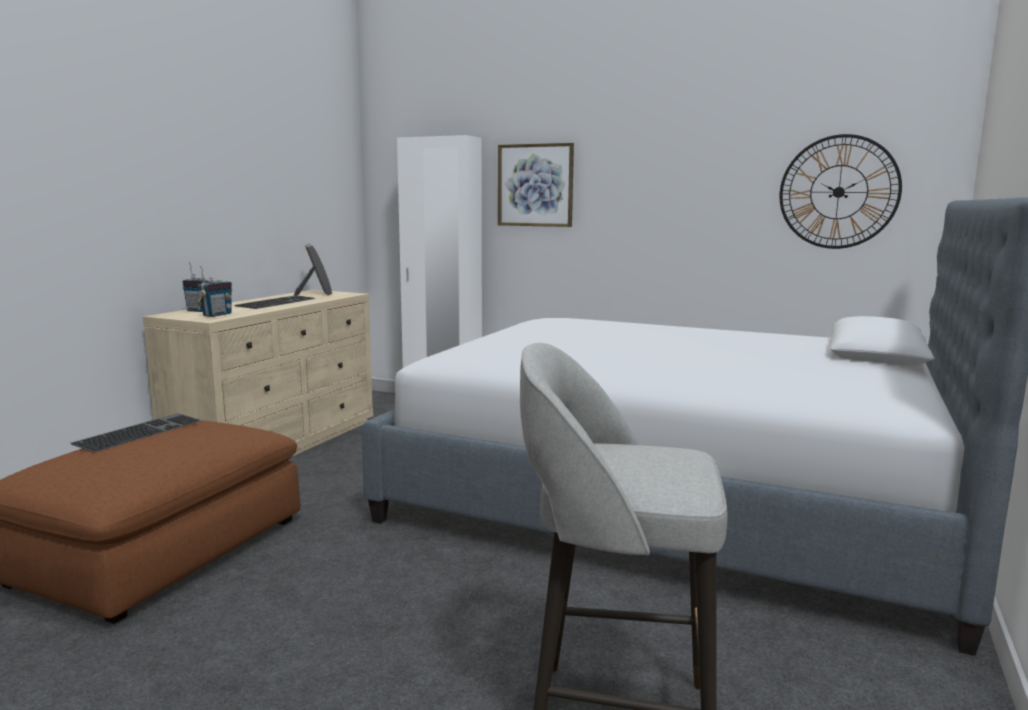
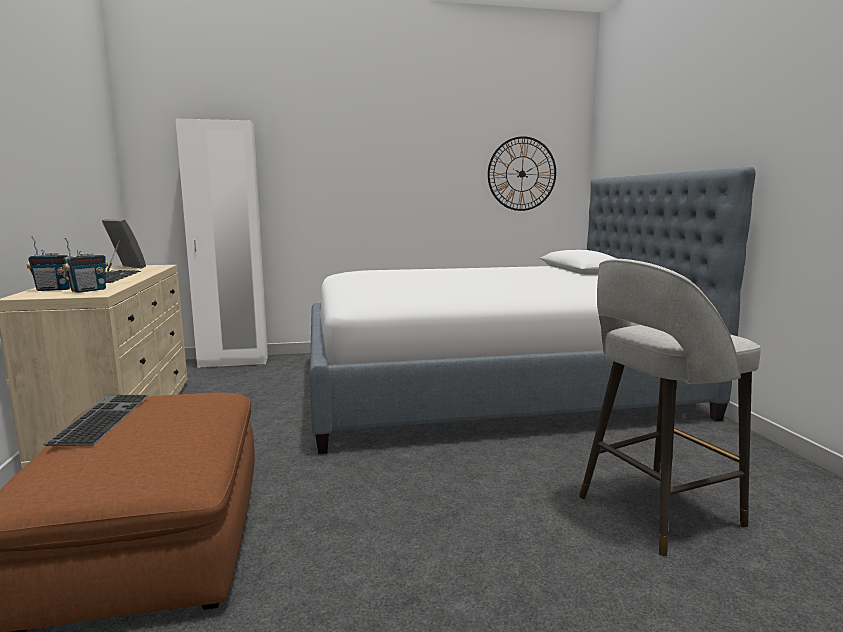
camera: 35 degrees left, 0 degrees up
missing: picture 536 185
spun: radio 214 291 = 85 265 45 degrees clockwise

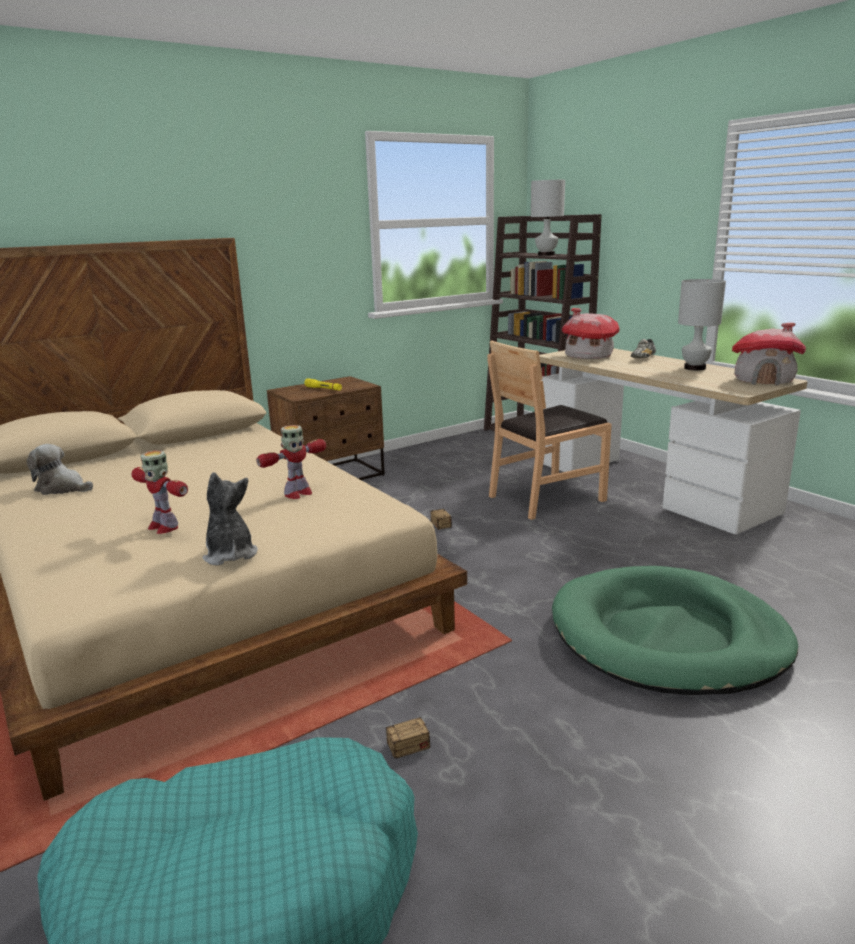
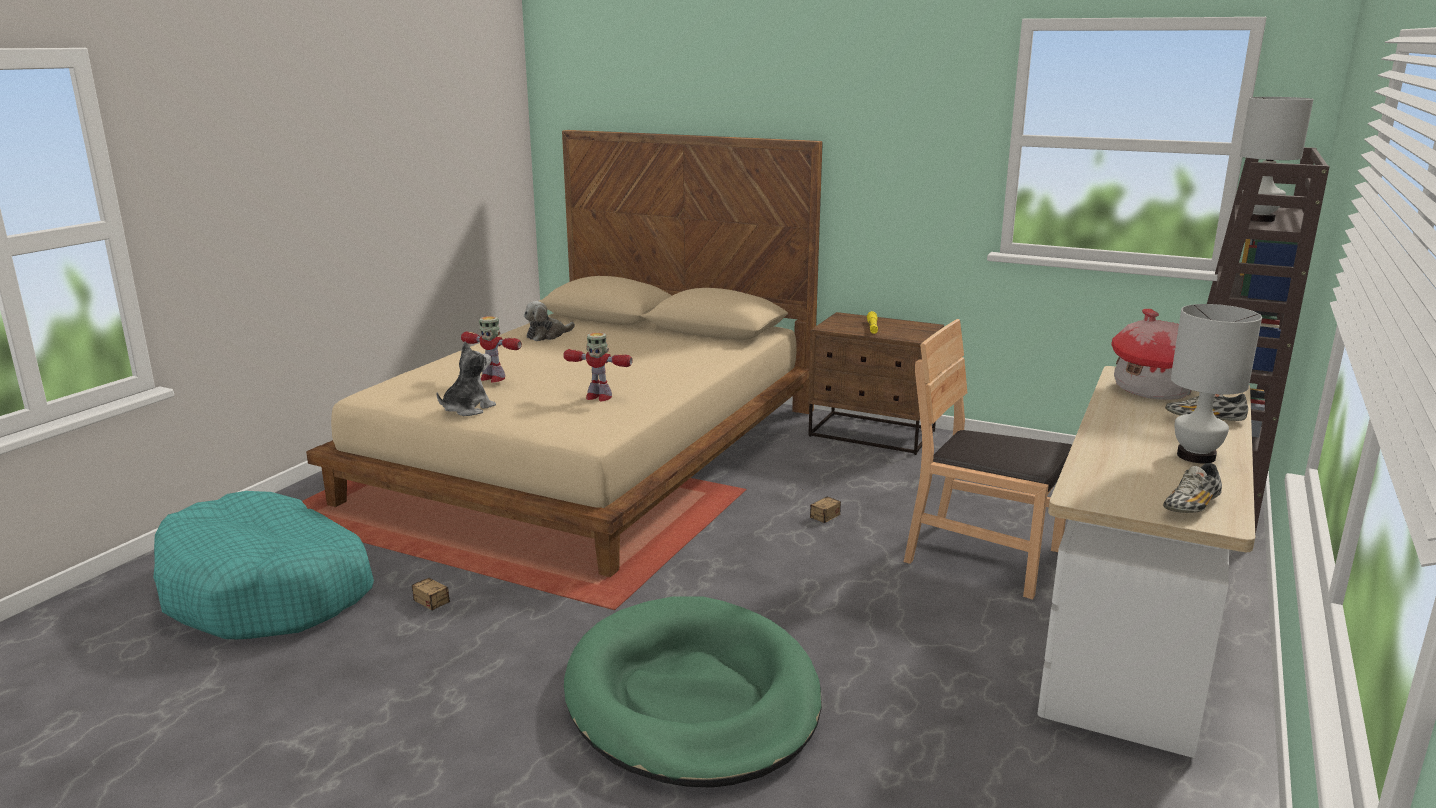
camera: 60 degrees right, 0 degrees up
exchanged: miniature house 769 354 to shoe 1192 488
spun: toy robot 159 492 = 491 349 75 degrees counterclockwise; soft toy 60 469 = 549 321 120 degrees counterclockwise

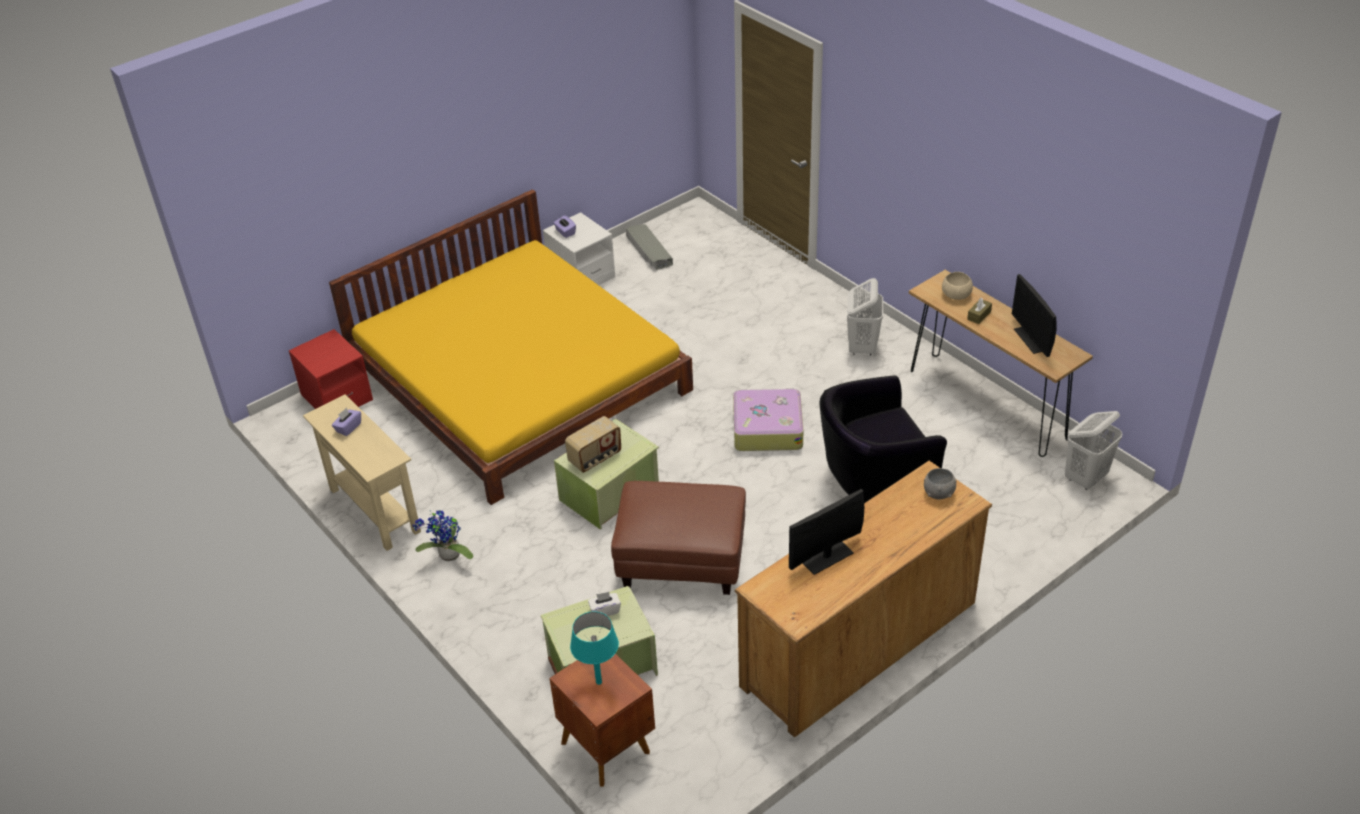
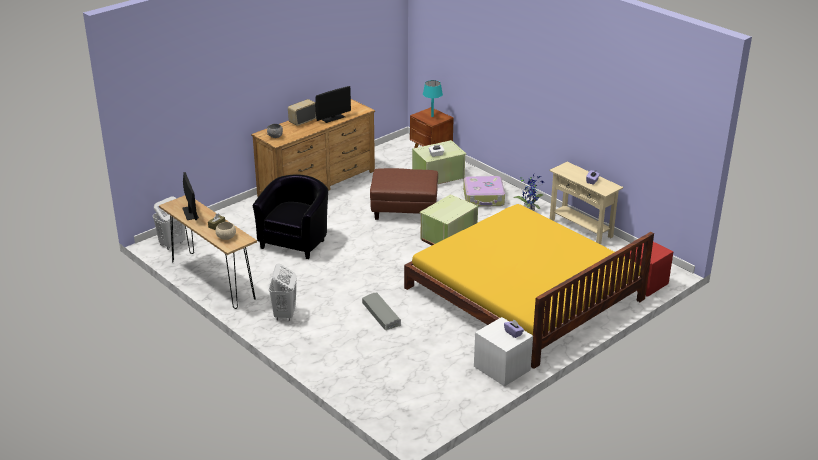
camera: 175 degrees right, 10 degrees down
relocated: radio 593 444 to 302 112; gray storage box 649 247 to 381 311; travel case 768 419 to 484 191
spun: blackish lounge chair 883 439 = 290 216 45 degrees counterclockwise

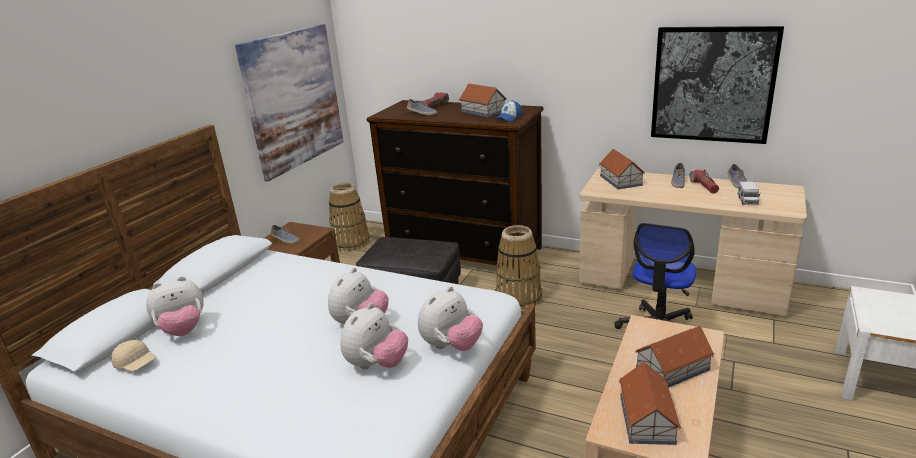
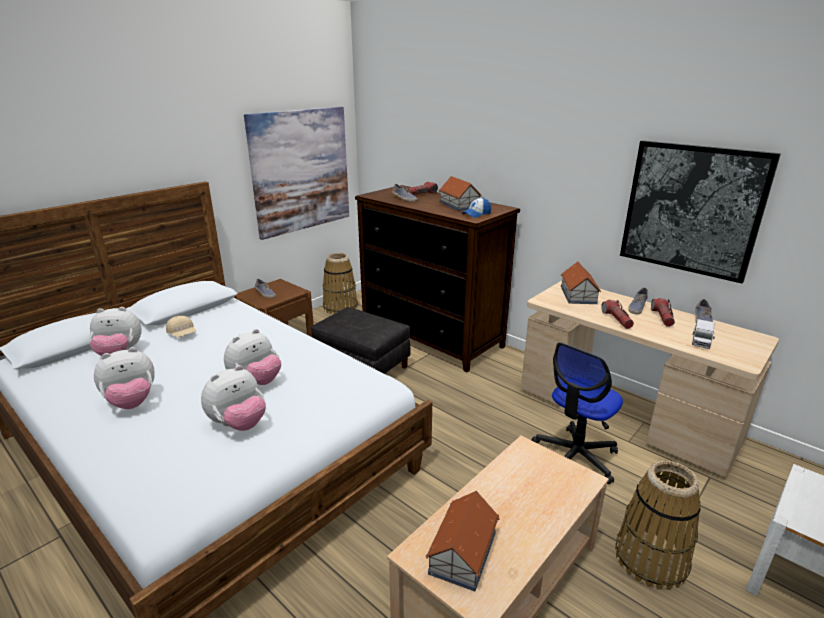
camera: 15 degrees right, 0 degrees up
missing: miniature house 675 357
appeared: torch 617 314
relocated: soft toy 450 318 to 124 378; beige-coloured cap 133 355 to 181 326; storage basket 518 267 to 658 525

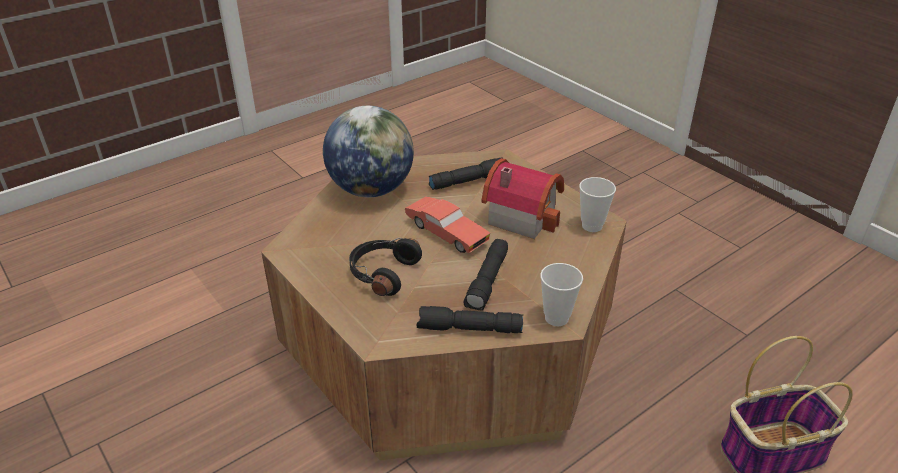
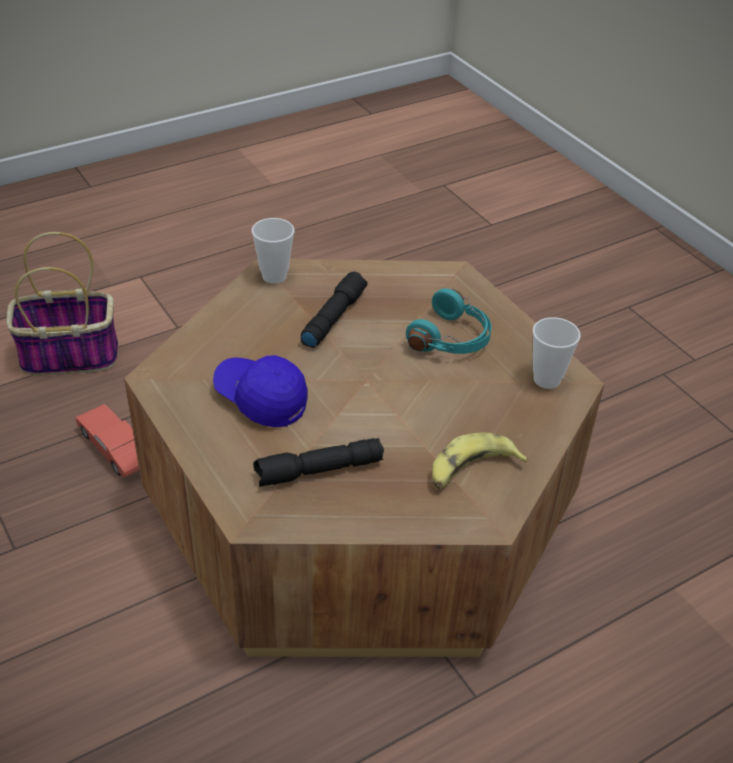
camera: 175 degrees left, 5 degrees up
missing: blackish torch 470 319
relocated: reddish miniature car 447 224 to 107 440; cup 597 204 to 557 353
exchanged: miniature house 522 198 to bluish cap 260 391; desk globe 368 152 to whole banana 480 460
colour: blackish headphones 385 267 to turquoise-coloured headphones 449 321

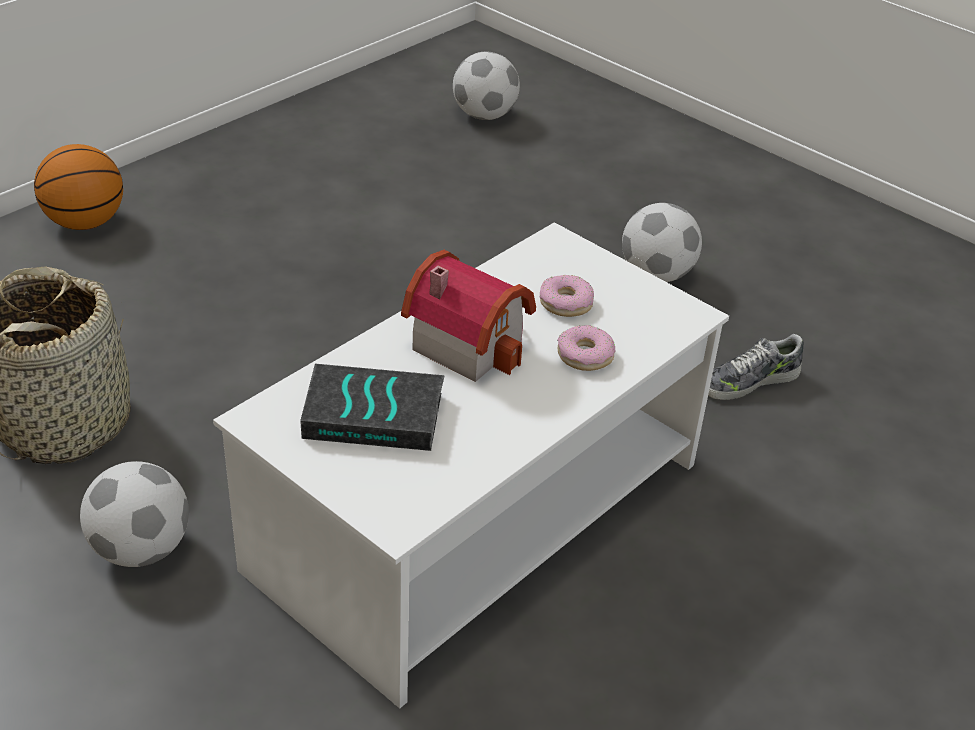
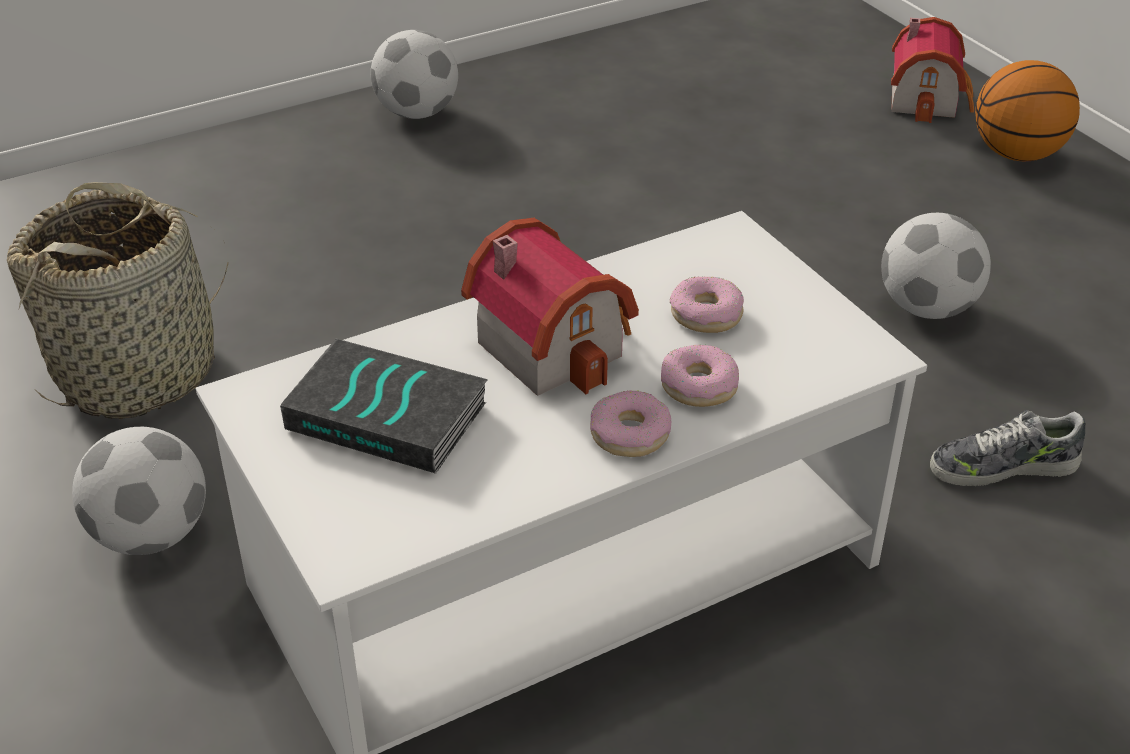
camera: 20 degrees right, 0 degrees up
appeared: donut 630 423; miniature house 932 70
relocated: ball for football 486 86 to 414 74; basketball ball 78 187 to 1027 110

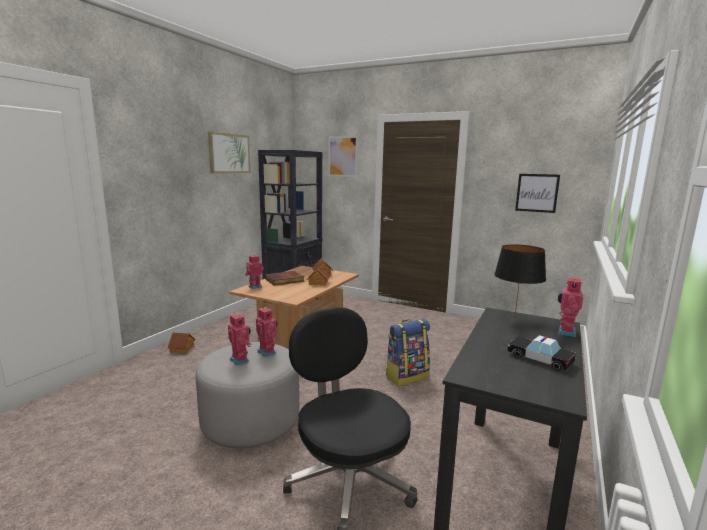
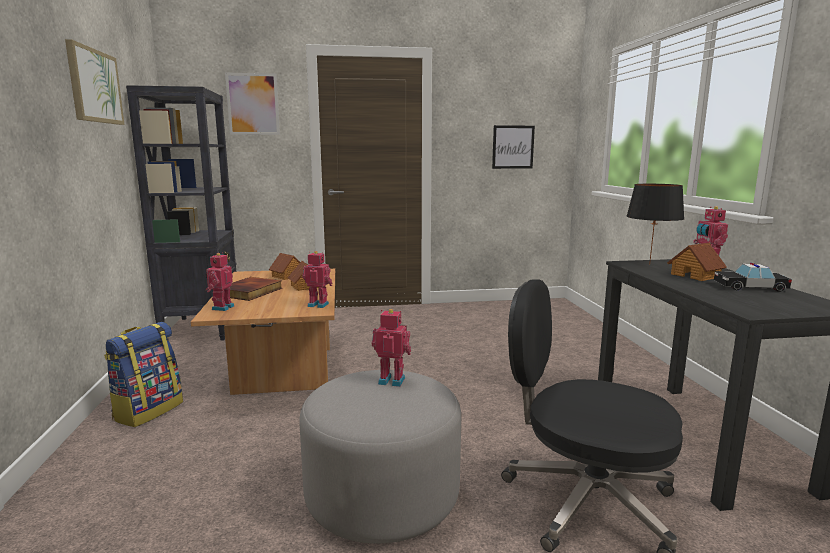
camera: 35 degrees left, 0 degrees up
relocated: backpack 408 352 to 143 374; toy robot 239 339 to 317 279; miniature house 181 343 to 697 262

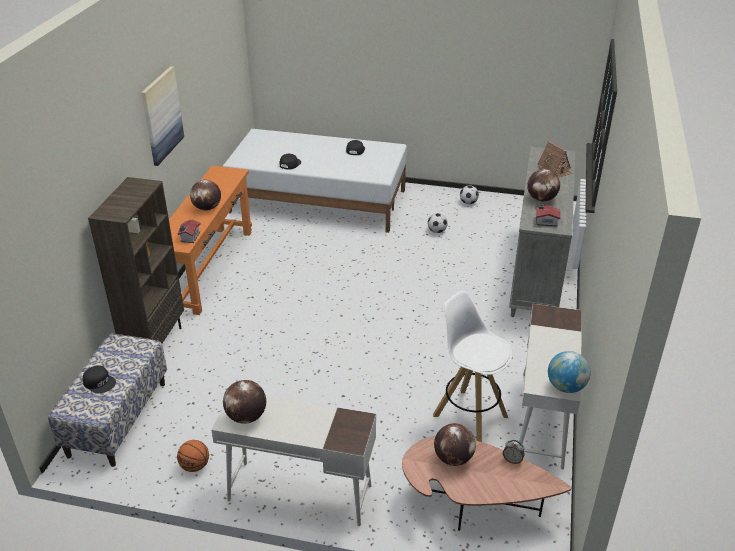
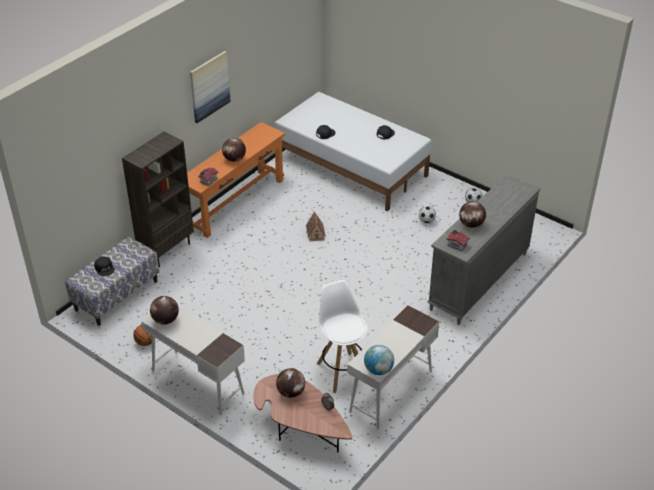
camera: 25 degrees right, 5 degrees up
relocated: miniature house 554 159 to 315 226

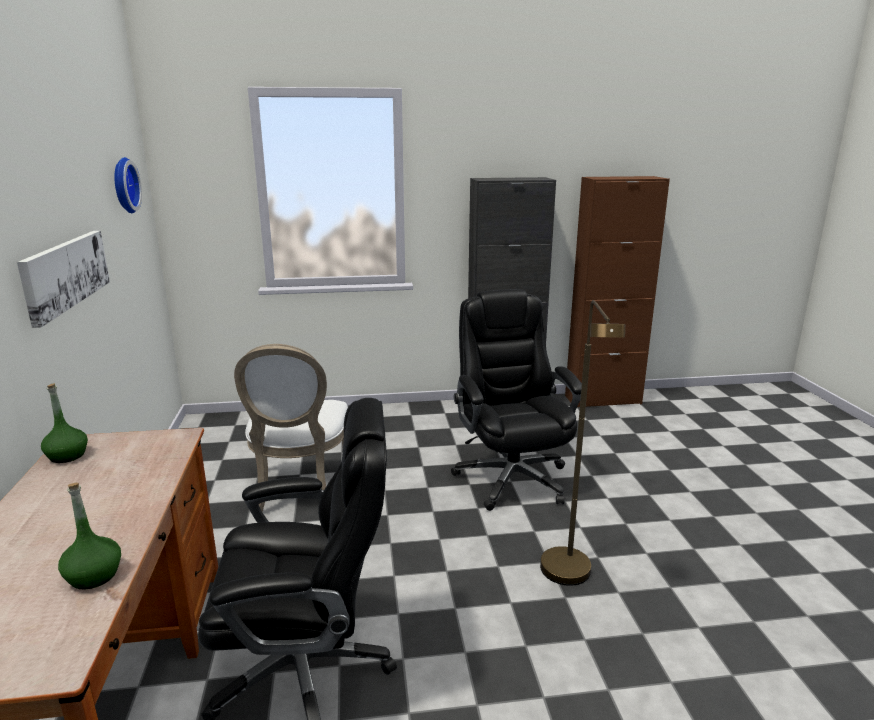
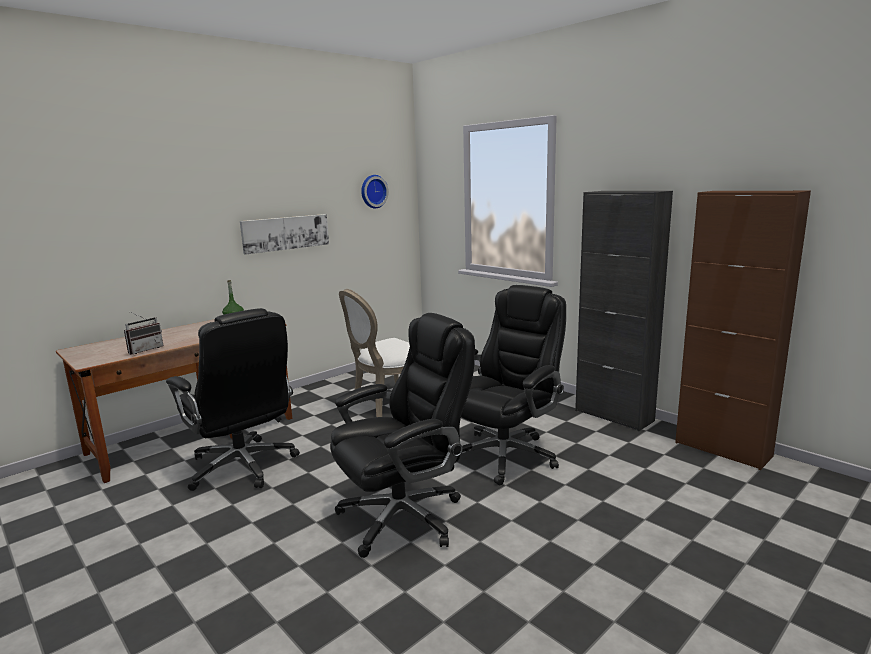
camera: 55 degrees right, 5 degrees down
exchanged: green bottle 89 536 to radio 143 333; brown-coloured standing lamp 582 443 to blackish desk chair 402 435

